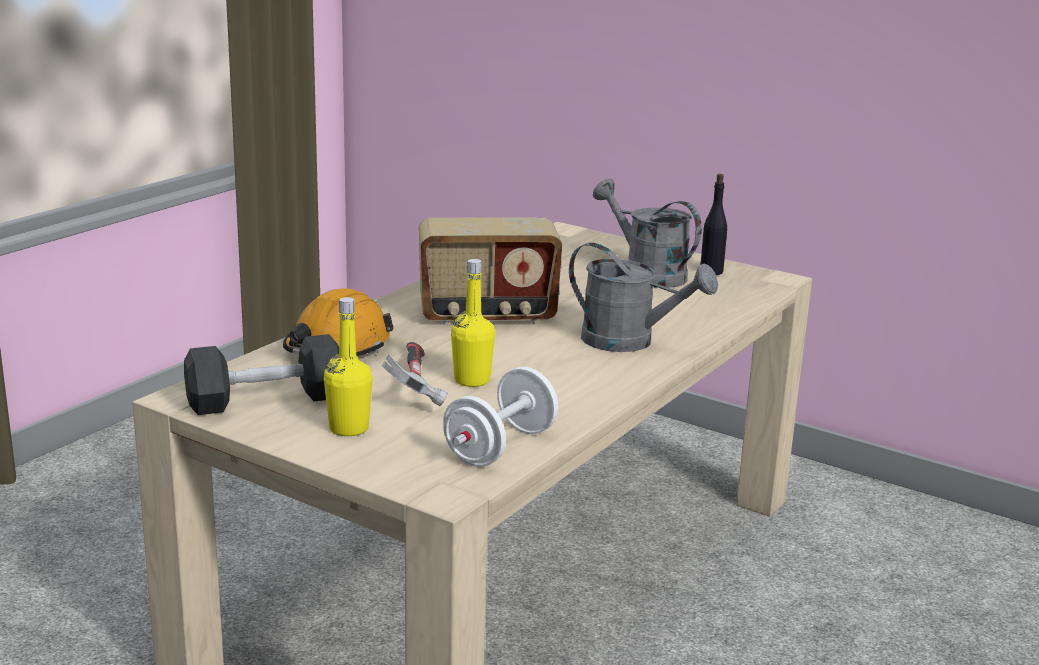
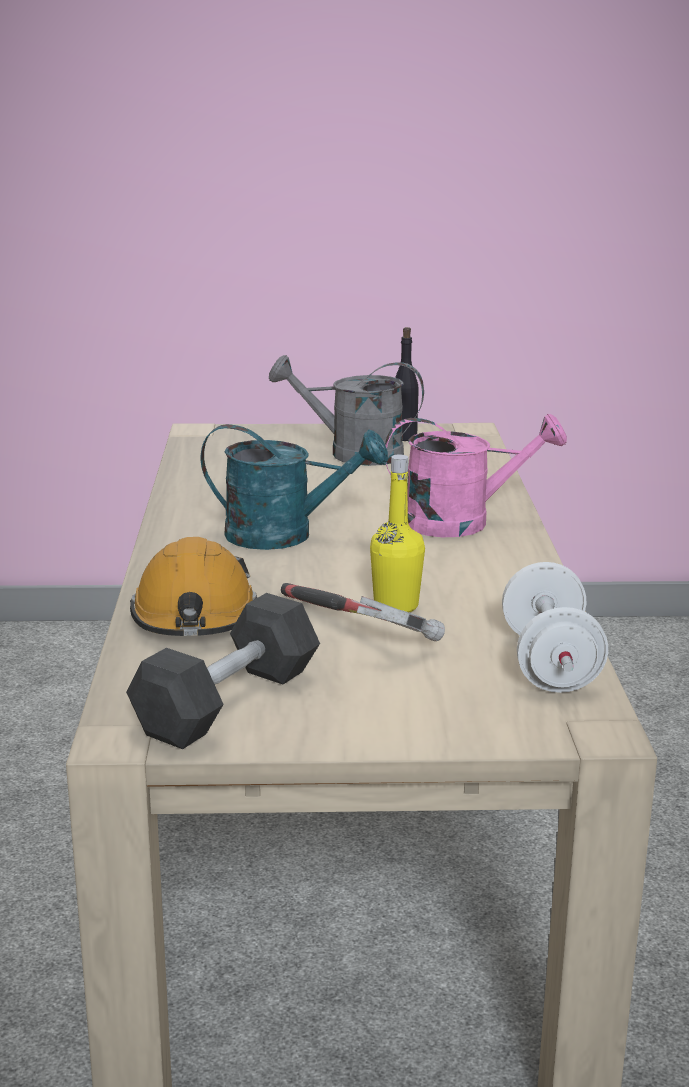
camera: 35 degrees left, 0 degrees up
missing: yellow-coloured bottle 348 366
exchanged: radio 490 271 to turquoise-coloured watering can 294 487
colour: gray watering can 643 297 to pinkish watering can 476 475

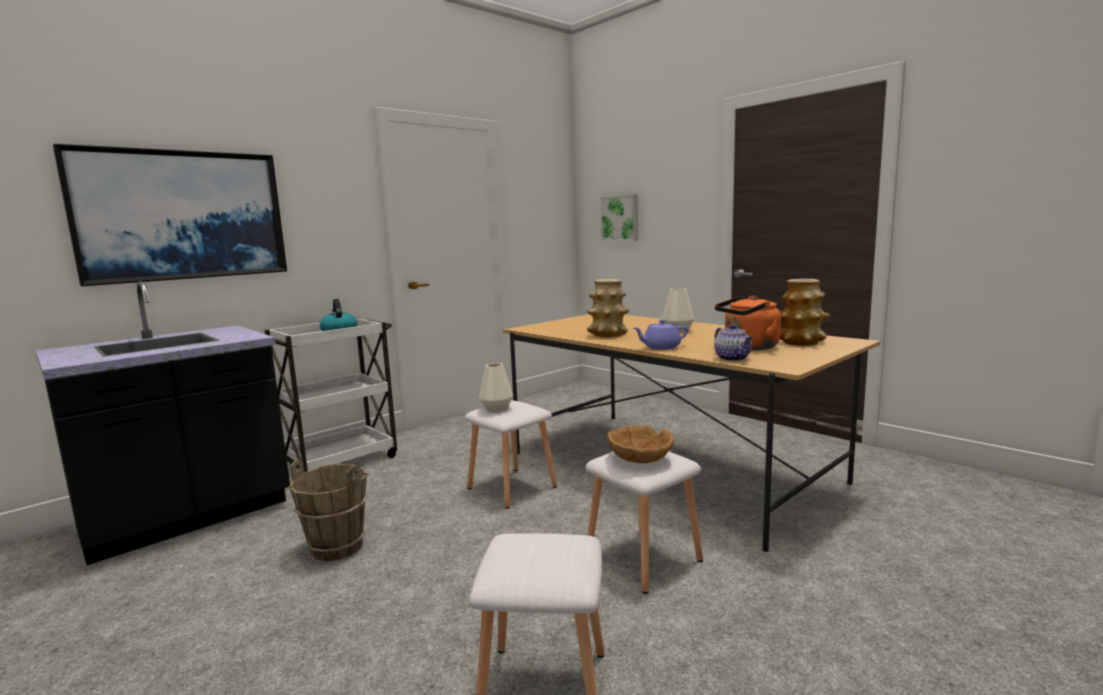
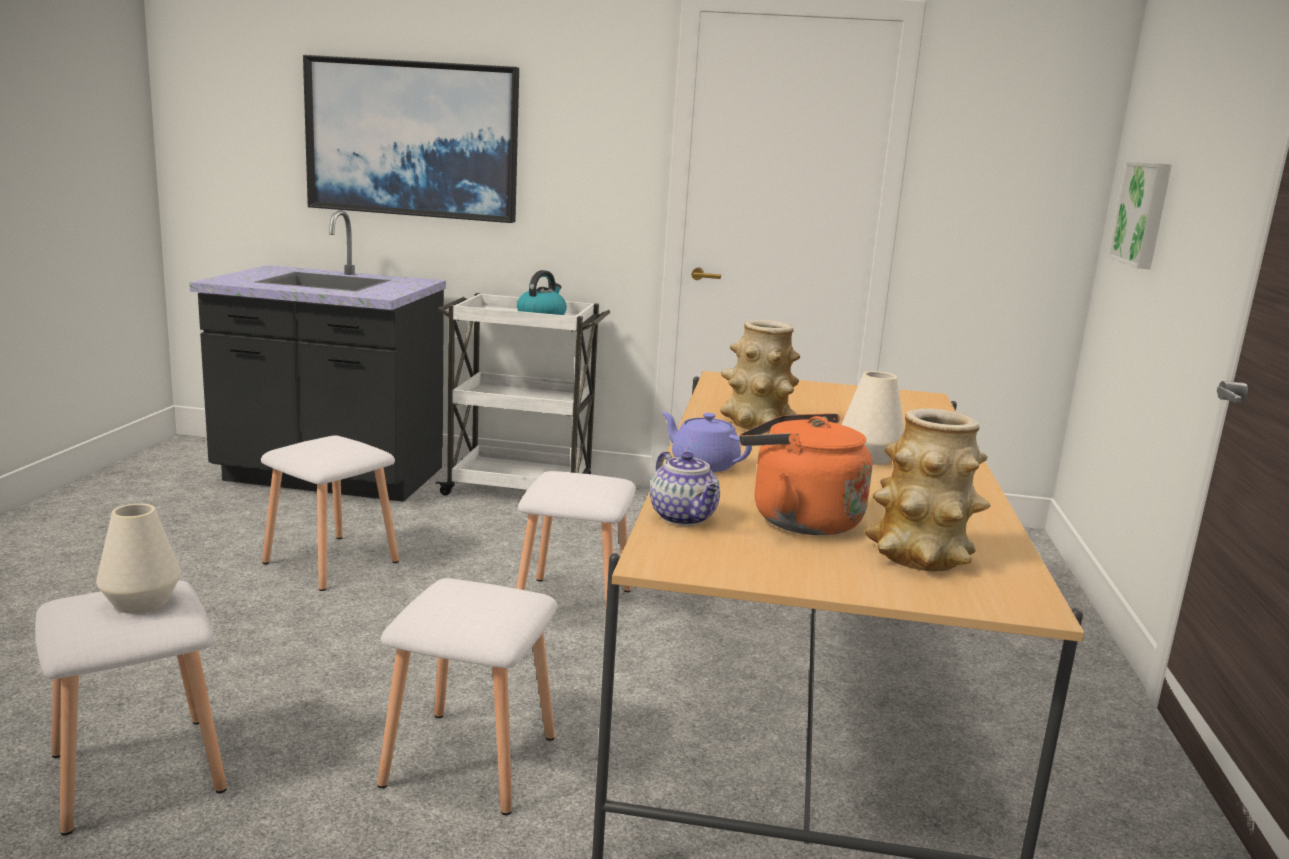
camera: 50 degrees right, 5 degrees up
missing: brown-coloured serving bowl 640 444
relocated: whitish vase 496 387 to 138 558
exchanged: brown-coloured water bucket 329 510 to whitish sitting stool 330 513
spun: tea pot 733 342 = 685 488 60 degrees counterclockwise

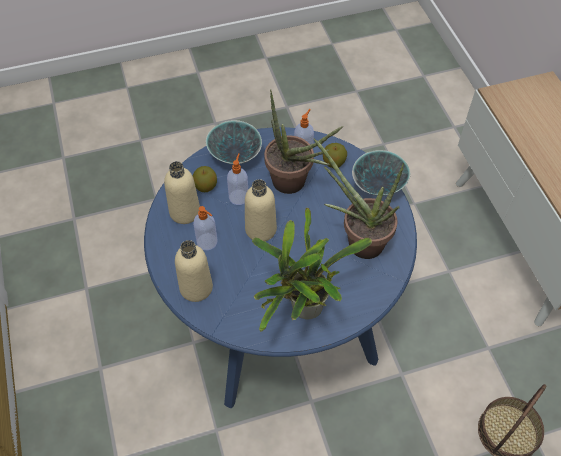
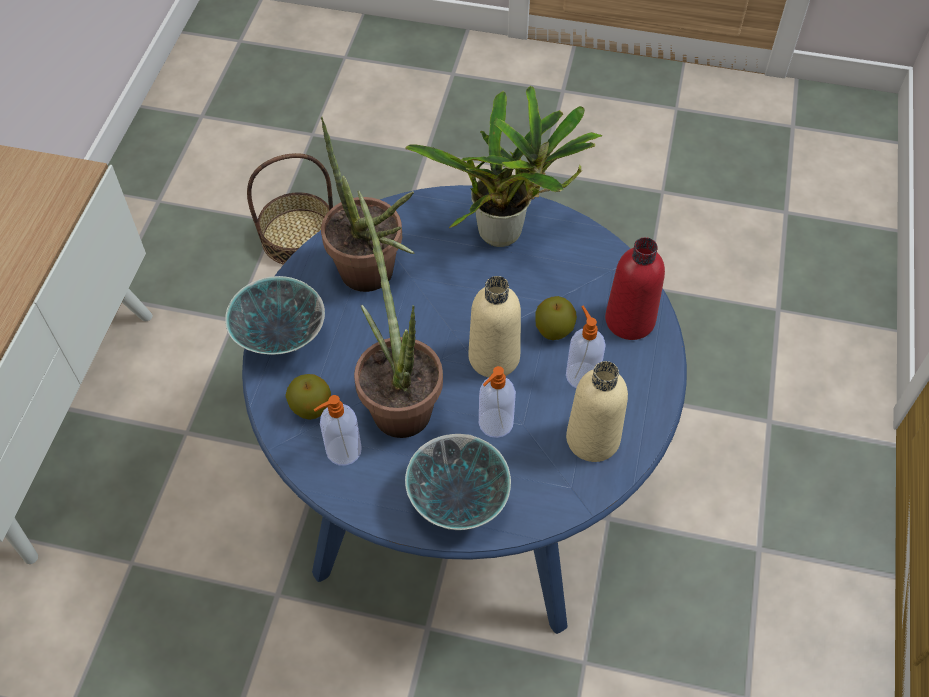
camera: 150 degrees left, 0 degrees up
relocated: apple 205 179 to 556 318
colour: beige-coloured bottle 194 271 to reddish bottle 635 288

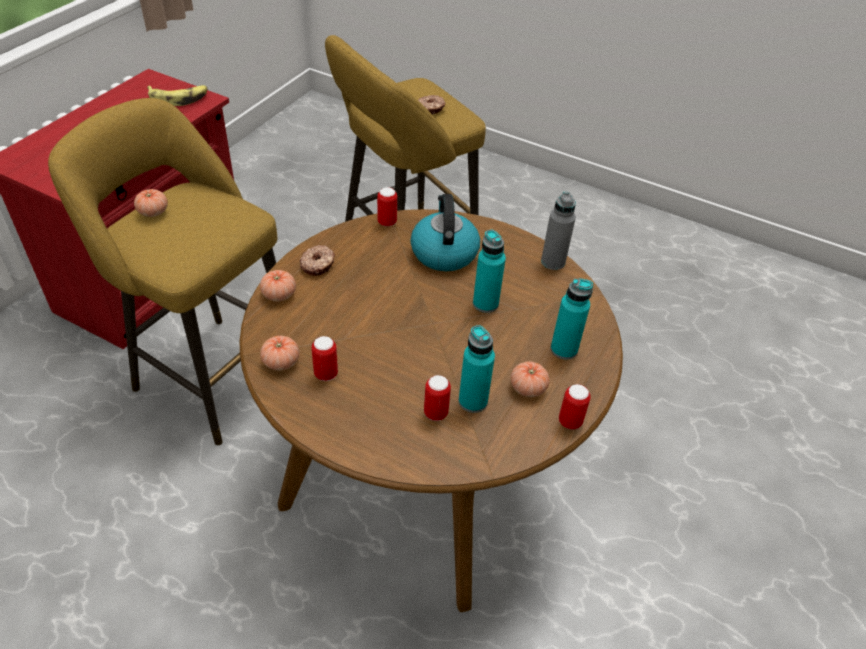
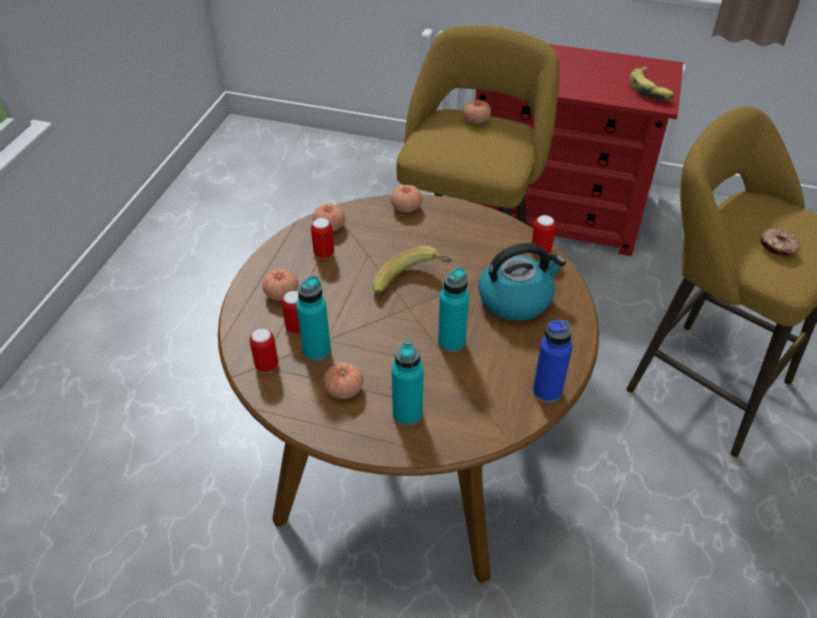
camera: 80 degrees right, 0 degrees up
missing: donut 317 260
appeared: fresh tomato 280 285; whole banana 412 271
relocated: metal can 575 406 to 264 350
colour: gray bottle 558 231 to bluish bottle 553 361

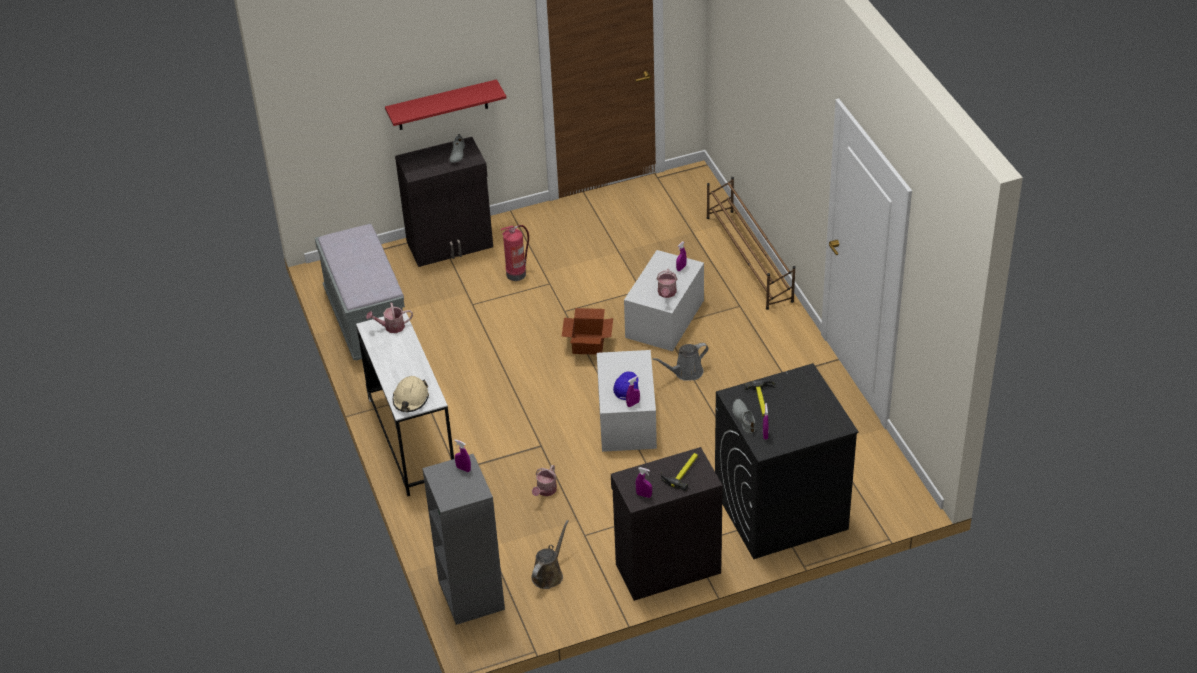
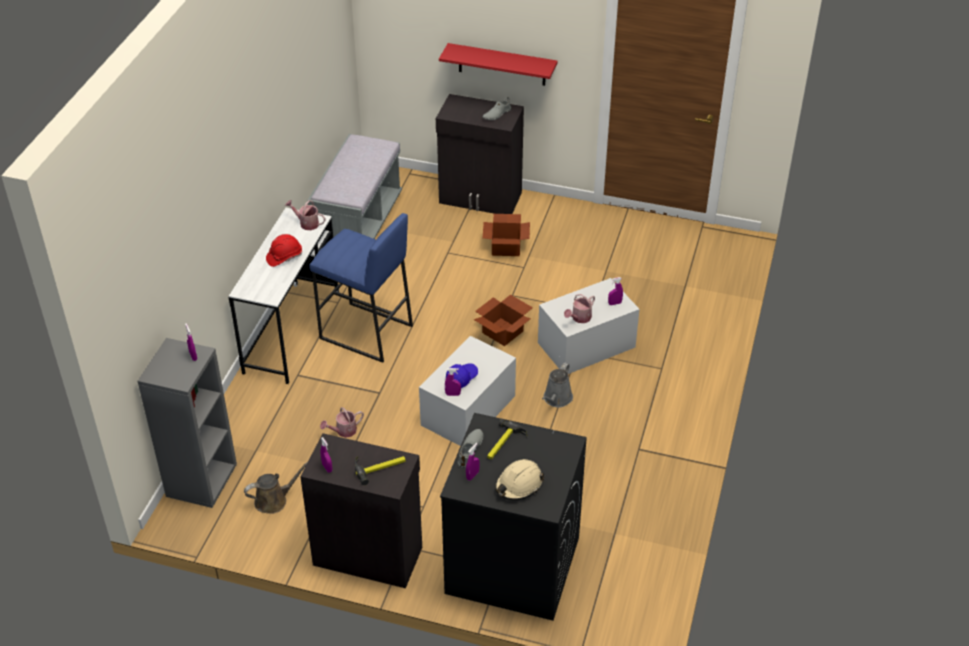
camera: 35 degrees right, 0 degrees up
missing: brown-coloured shoe rack 751 243
appeared: reddish work helmet 284 250; bluish sitting stool 361 288
relocated: beige-coloured work helmet 411 394 to 520 479
exchanged: extinguisher 514 253 to packing box 506 235
spun: gray watering can 680 362 = 557 385 75 degrees counterclockwise

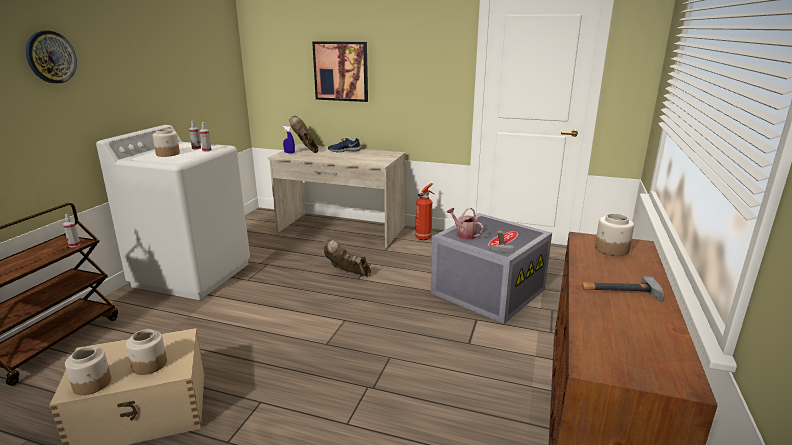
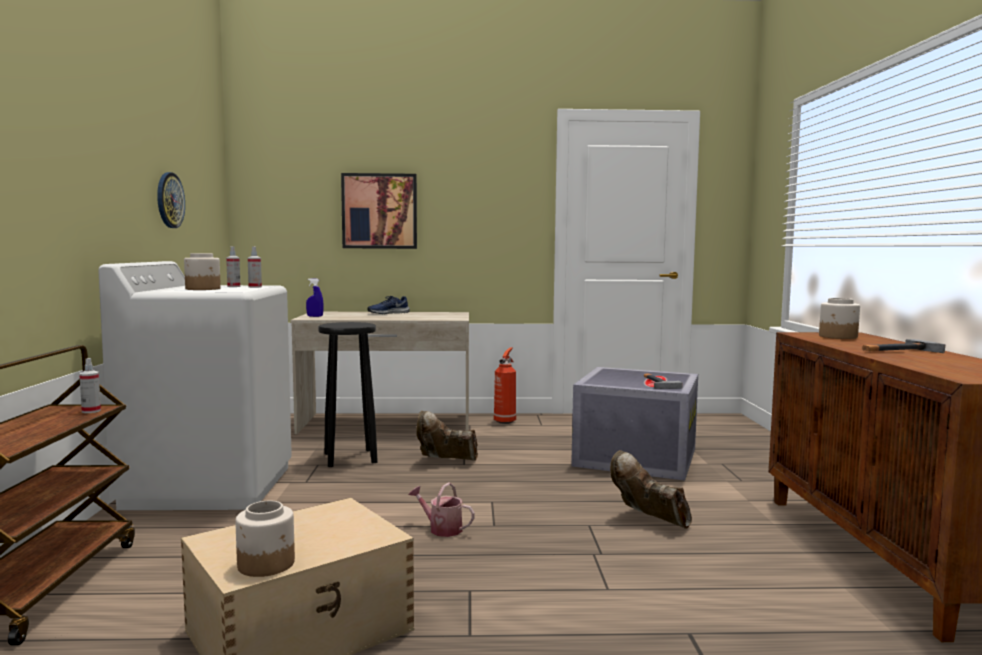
camera: 20 degrees left, 15 degrees down
missing: preserve jar 146 352
appeared: blackish sitting stool 348 394
relocated: hanging clock 51 57 to 171 200; watering can 465 224 to 441 509; brown-coloured boot 304 134 to 651 489

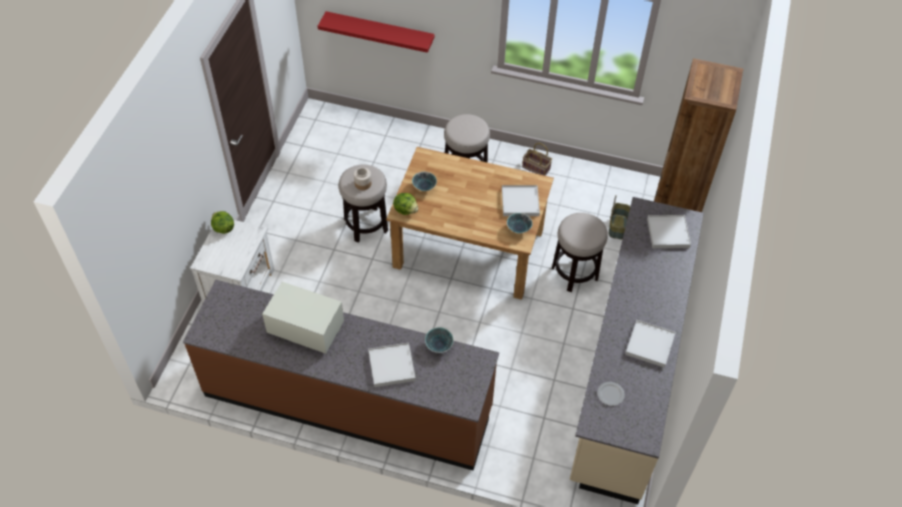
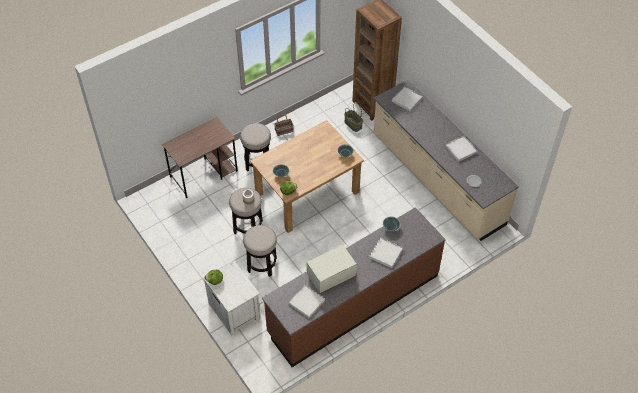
camera: 50 degrees left, 0 degrees up
missing: reddish shelf 376 32
appeared: brown-coloured desk 200 157
relocated: sitting stool 580 252 to 260 251; whitish serving tray 521 200 to 306 301

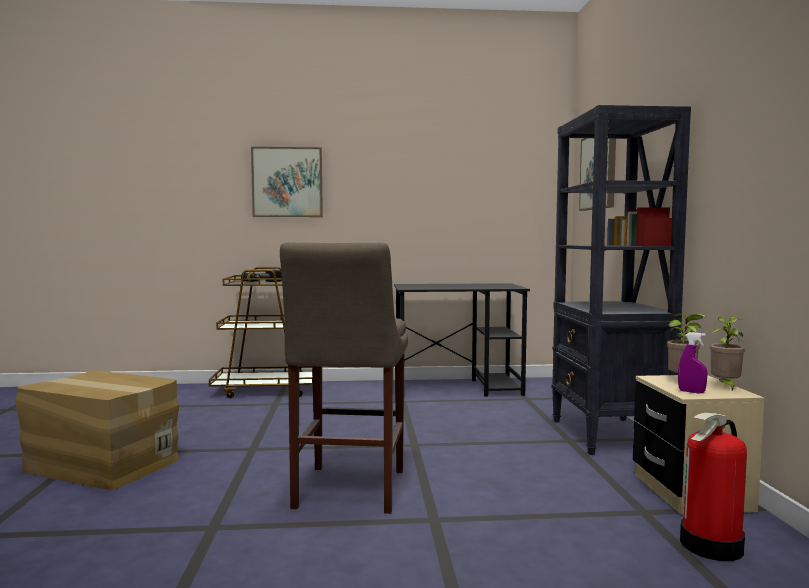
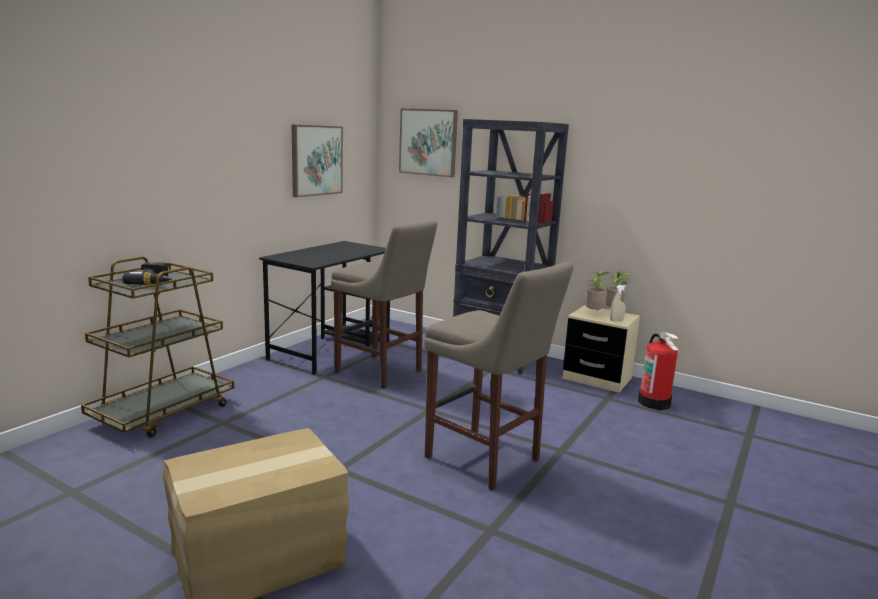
camera: 55 degrees left, 10 degrees up
appeared: beige-coloured sitting stool 384 304
relocated: picture 287 182 to 317 160
colour: purple sprayer 693 362 to beige-coloured sprayer 618 303

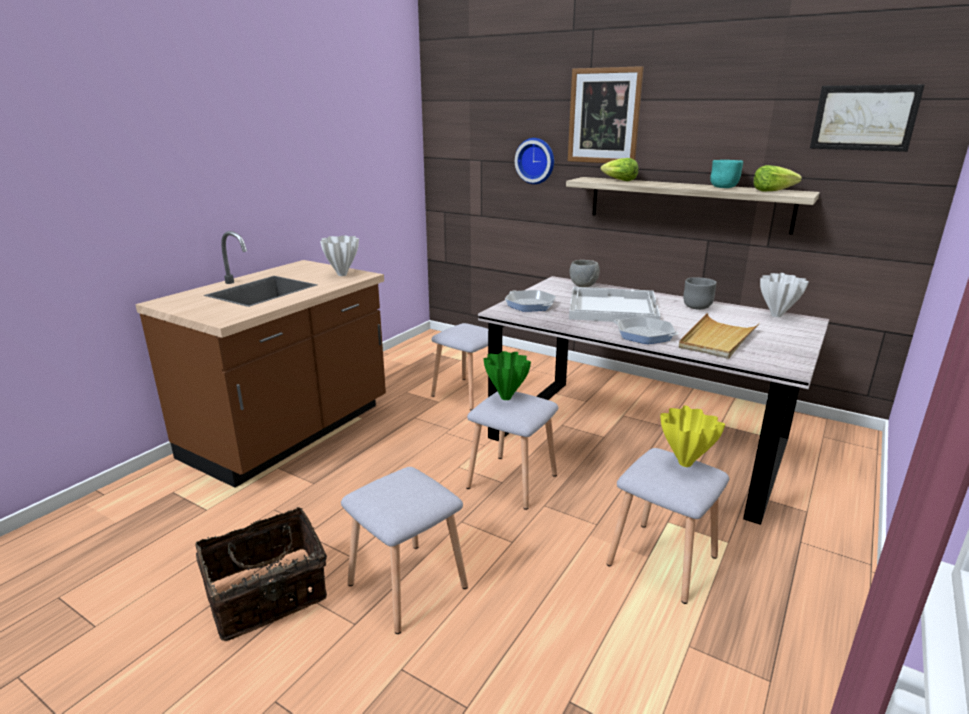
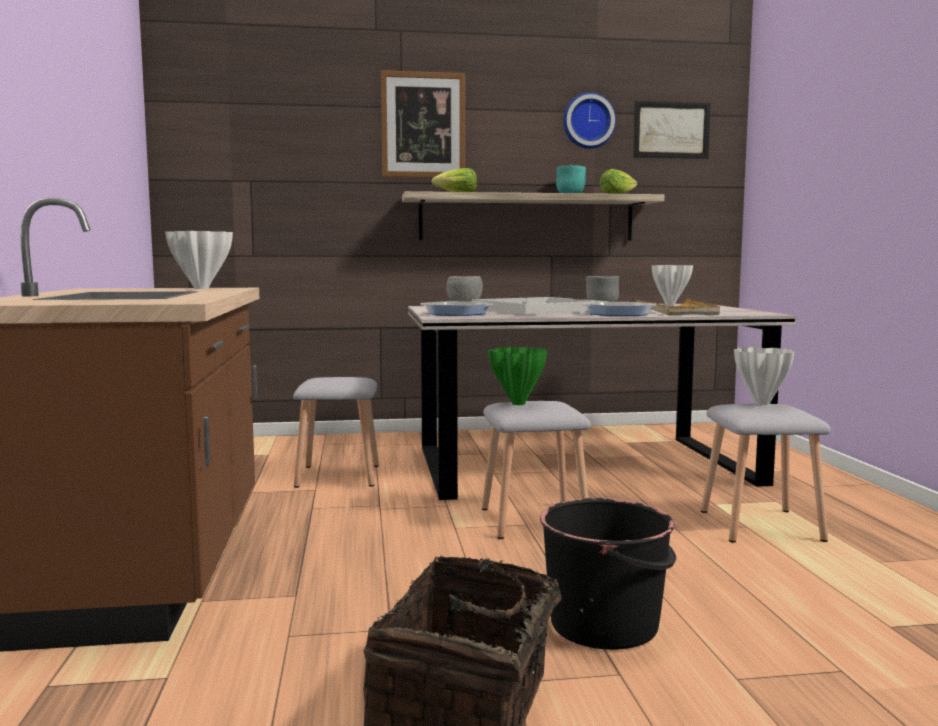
camera: 40 degrees left, 15 degrees down
relocated: hanging clock 534 161 to 589 120
exchanged: gray sitting stool 404 550 to blackish water bucket 608 574
colour: yellow-coloured vase 692 436 to whitish vase 764 376

